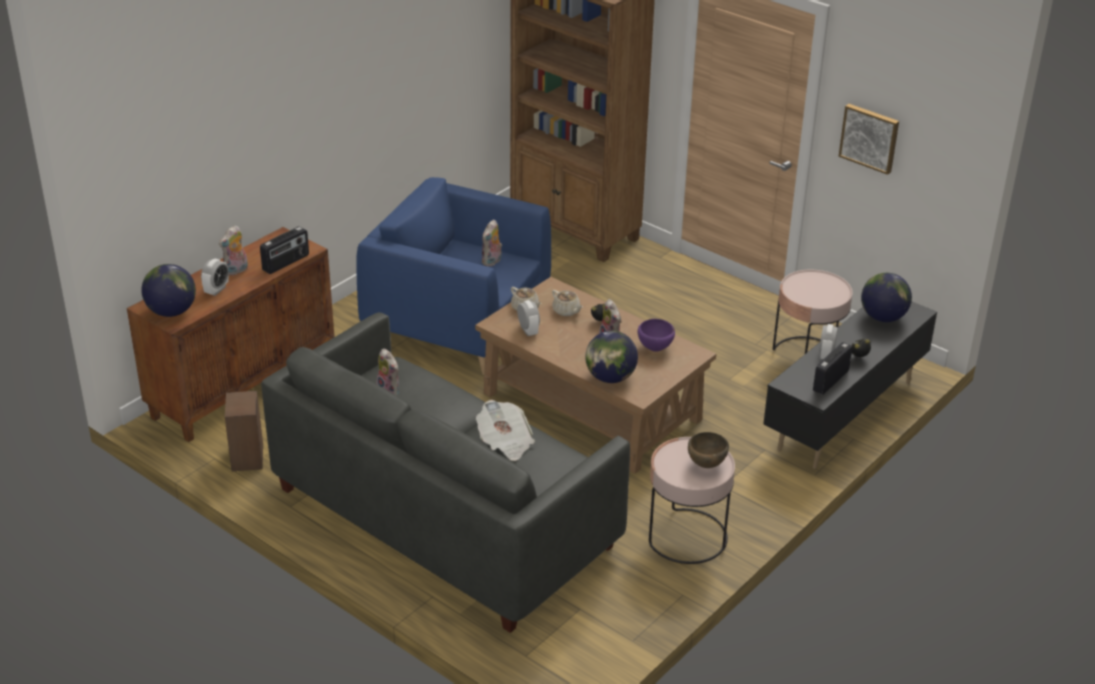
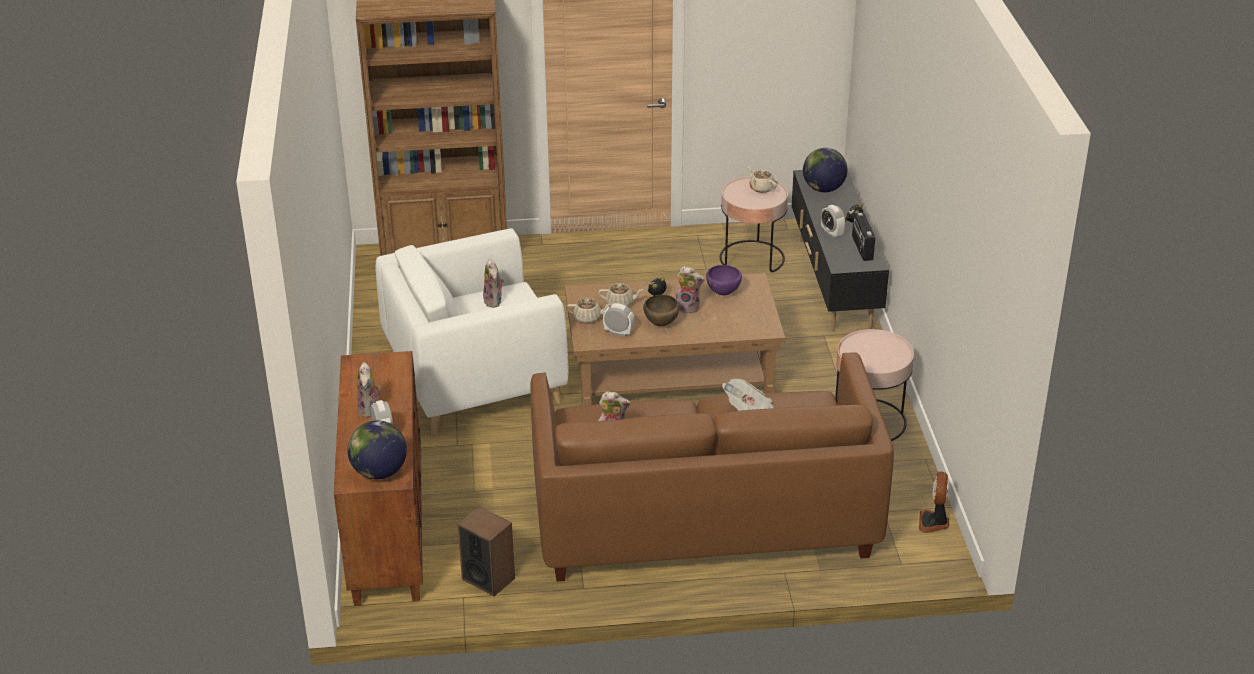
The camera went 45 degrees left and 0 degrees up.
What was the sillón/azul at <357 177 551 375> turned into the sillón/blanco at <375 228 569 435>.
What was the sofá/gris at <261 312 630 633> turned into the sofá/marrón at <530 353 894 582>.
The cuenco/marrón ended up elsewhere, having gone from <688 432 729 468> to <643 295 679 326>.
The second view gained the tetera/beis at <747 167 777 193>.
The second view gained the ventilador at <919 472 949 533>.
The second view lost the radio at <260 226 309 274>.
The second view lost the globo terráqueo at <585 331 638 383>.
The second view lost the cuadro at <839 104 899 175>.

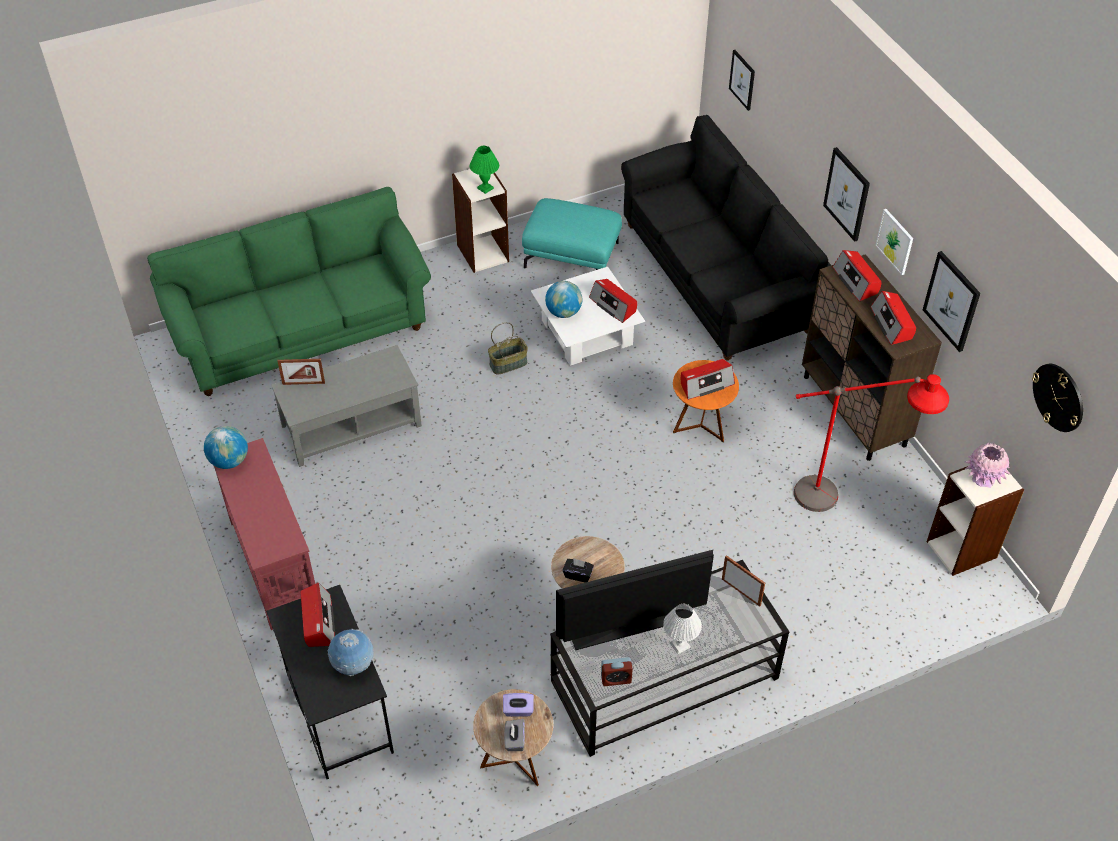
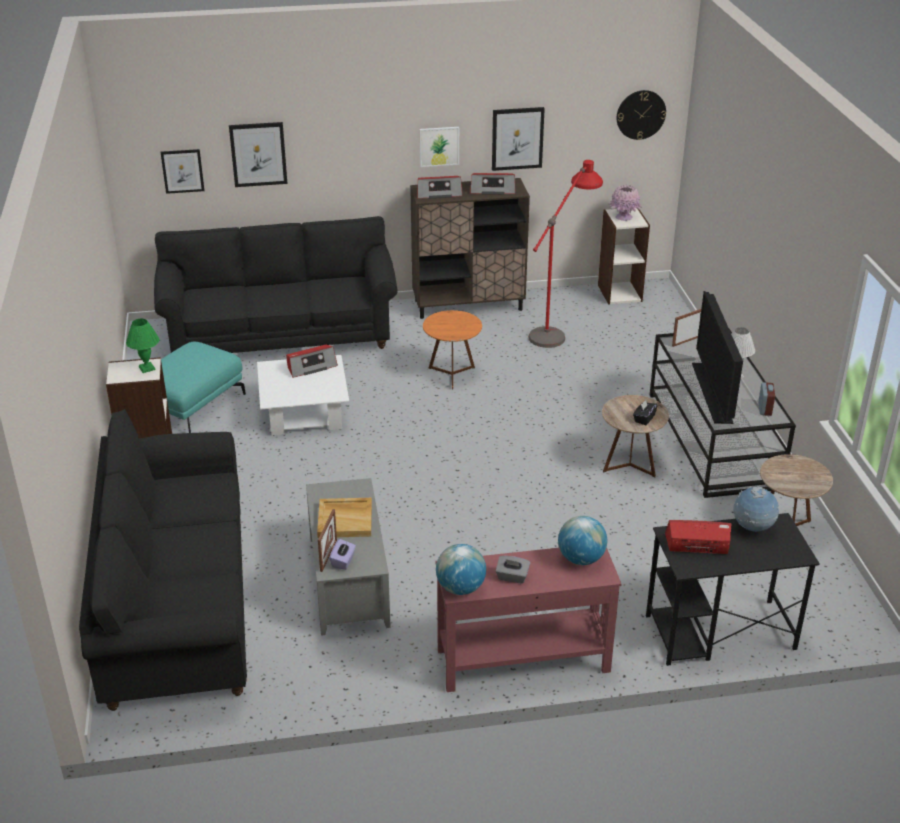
The camera went 75 degrees left and 15 degrees down.
What was the sofá/verde at <147 187 431 396> turned into the sofá/negro at <79 409 247 711>.
The cuadro ended up elsewhere, having gone from <823 147 870 242> to <229 122 287 187>.
The second view gained the bandeja/beis at <317 498 372 538>.
The caja de pañuelos/morado ended up elsewhere, having gone from <503 693 534 717> to <329 539 356 570>.
The caja de pañuelos/gris ended up elsewhere, having gone from <504 719 525 751> to <496 556 530 584>.
The globo terráqueo ended up elsewhere, having gone from <545 281 582 318> to <558 516 607 565>.
The second view lost the cesta at <488 322 528 374>.
The second view lost the radio at <681 359 735 400>.

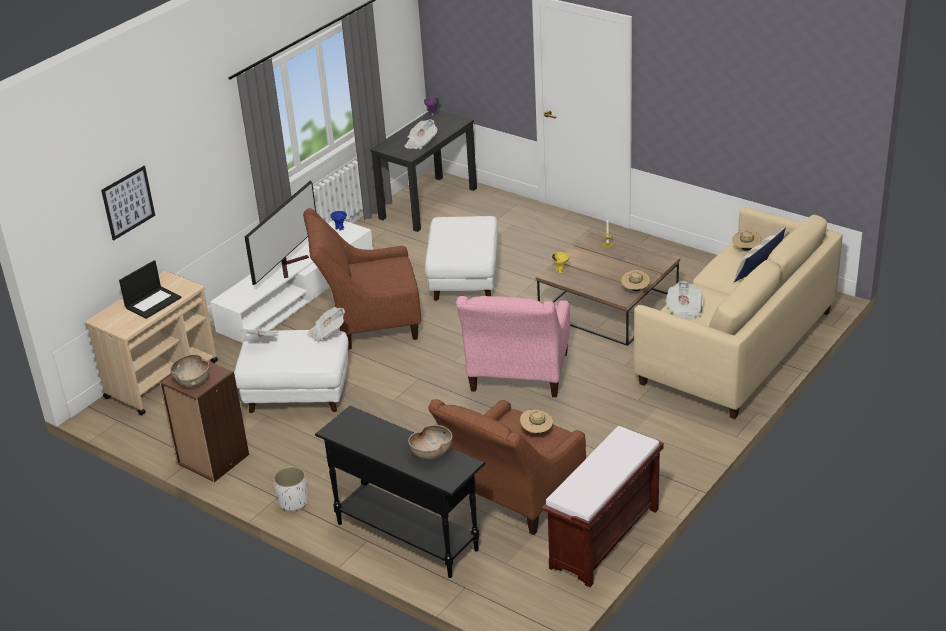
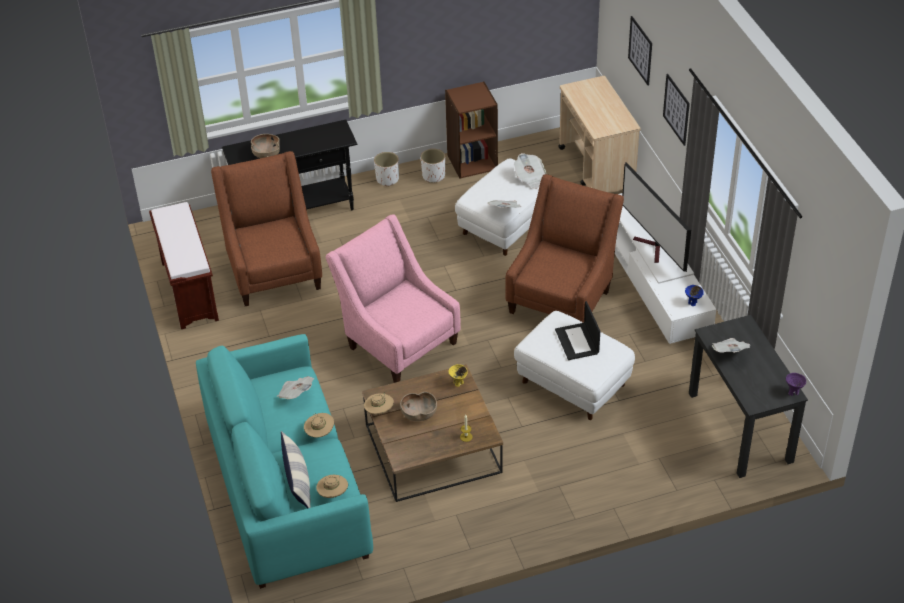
The camera went 125 degrees right and 10 degrees up.
What was the sofá/beis at <633 207 842 419> turned into the sofá/turquesa at <196 334 373 589>.
The sombrero/beis ended up elsewhere, having gone from <520 409 553 433> to <304 413 334 438>.
The cuenco/marrón ended up elsewhere, having gone from <170 354 210 387> to <400 392 437 421>.
The second view gained the maceta/blanco at <421 149 445 183>.
The portátil ended up elsewhere, having gone from <119 260 182 319> to <555 301 600 360>.
The second view gained the cuadro at <663 74 690 146>.

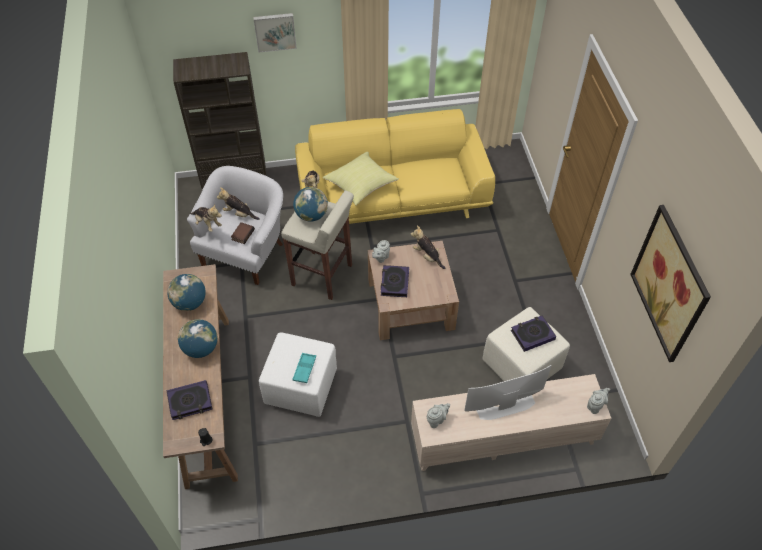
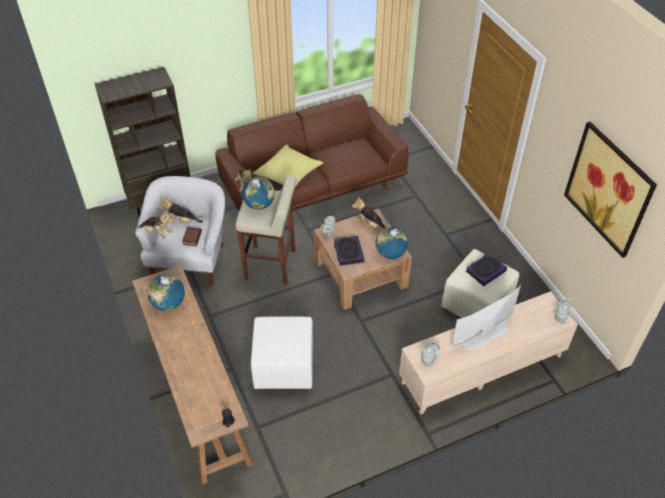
The camera went 15 degrees left and 5 degrees down.
What was the sofá/amarillo at <295 109 495 224> turned into the sofá/marrón at <215 94 408 211>.
The globo terráqueo ended up elsewhere, having gone from <178 319 218 358> to <376 227 408 259>.
The second view lost the libro at <167 380 212 420>.
The second view lost the cuadro at <253 13 297 52>.
The second view lost the bandeja/turquesa at <293 353 316 383>.

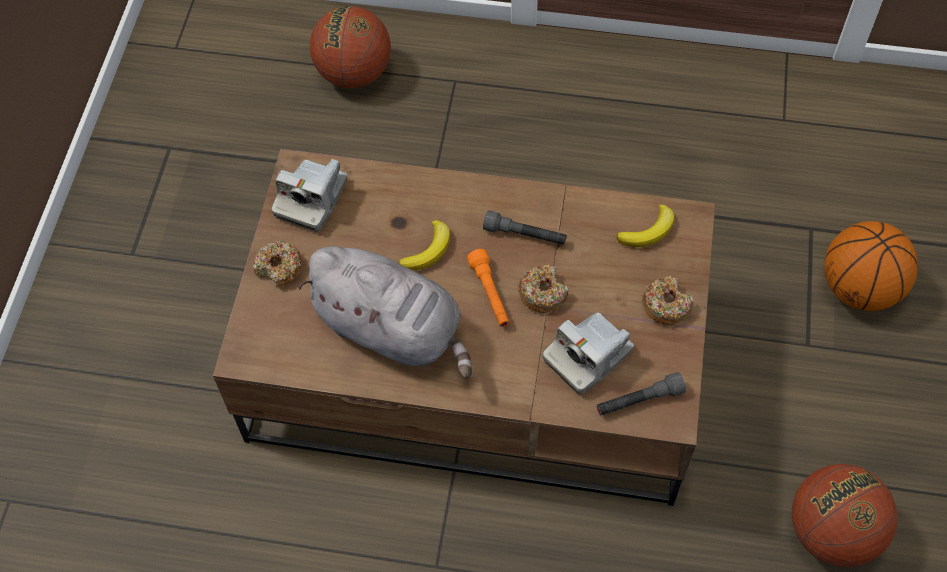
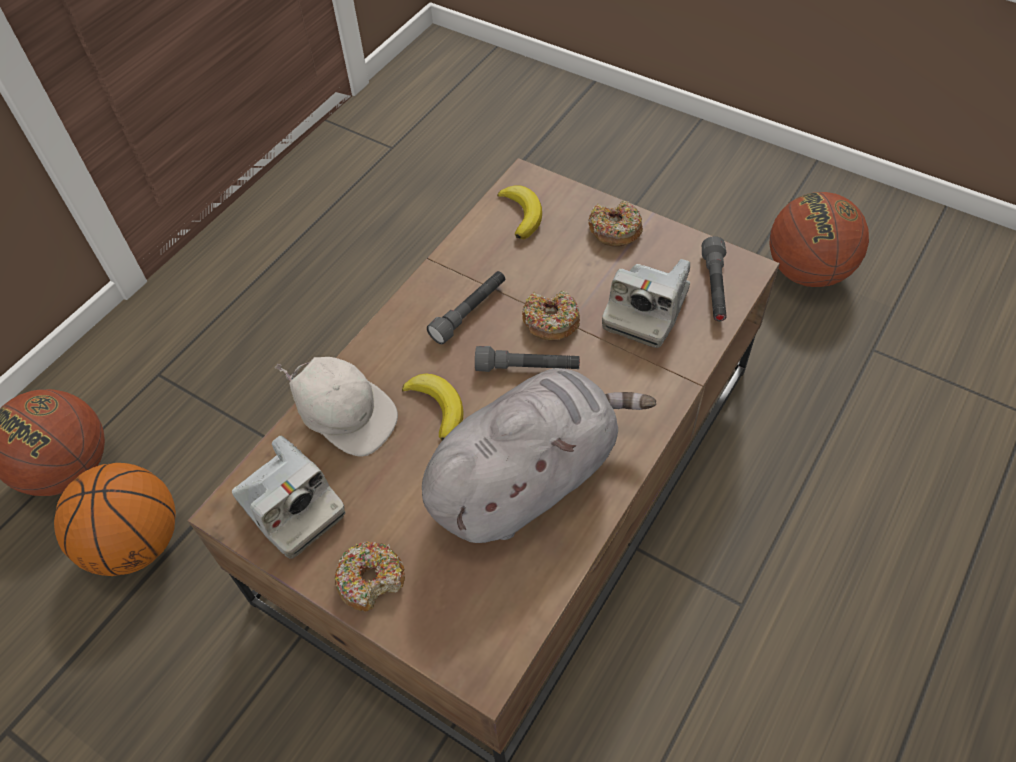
The camera went 65 degrees left and 5 degrees down.
The balón de baloncesto ended up elsewhere, having gone from <824 221 918 311> to <54 463 176 576>.
The second view gained the gorra/blanco at <275 357 398 456>.
What was the linterna/naranja at <467 249 509 327> turned into the linterna/gris at <475 346 580 372>.
The cámara at <543 313 634 395> ended up facing another way, 45 degrees clockwise from before.

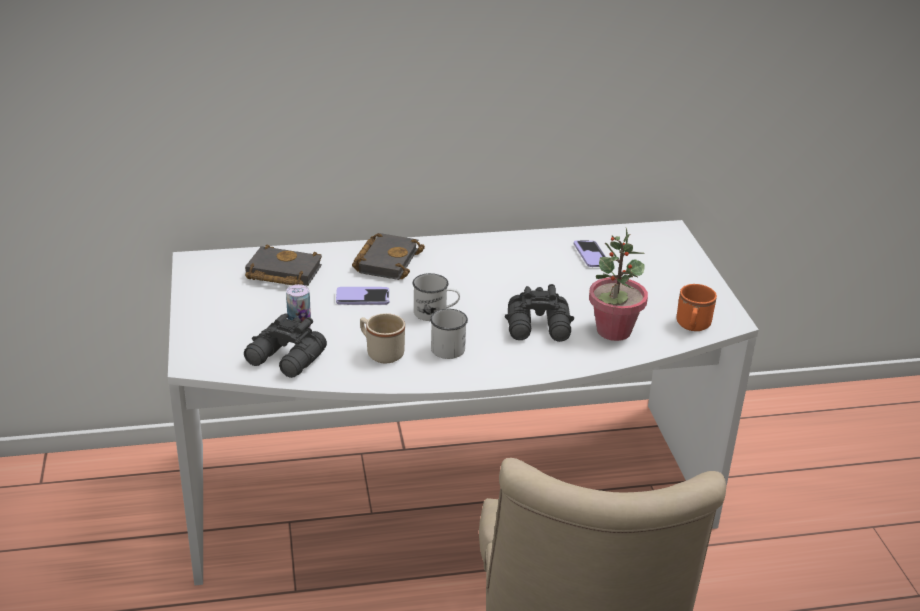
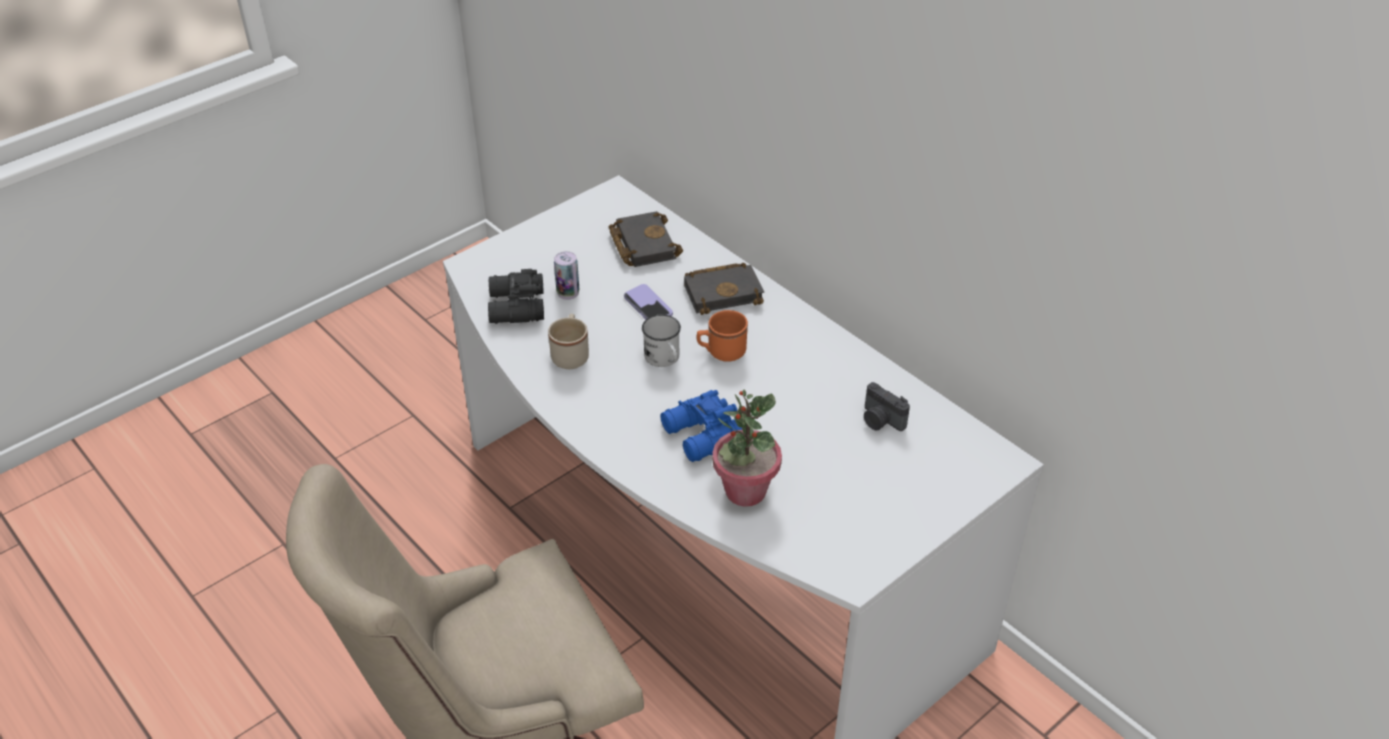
The camera went 60 degrees right and 10 degrees up.
What was the prismáticos/negro at <505 284 574 342> turned into the prismáticos/azul at <660 390 742 462>.
The taza grande/naranja ended up elsewhere, having gone from <677 284 717 331> to <697 310 748 362>.
Where the móvil stood at <574 240 606 267>, the cámara came to stand at <864 382 910 431>.
The second view lost the taza grande/blanco at <430 309 468 359>.

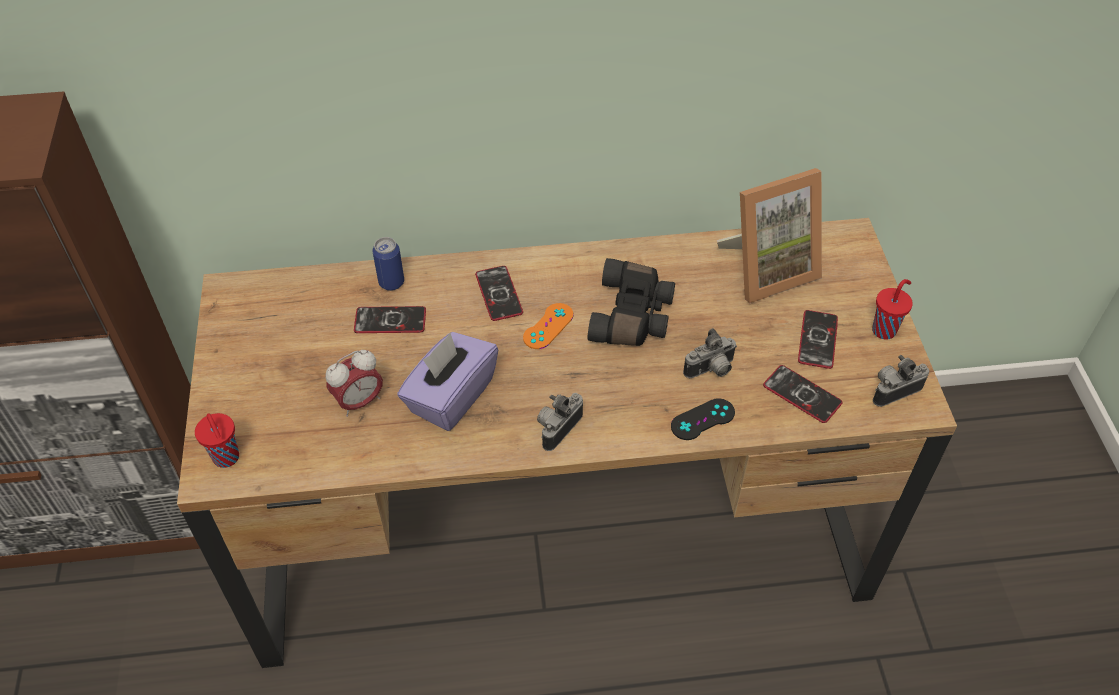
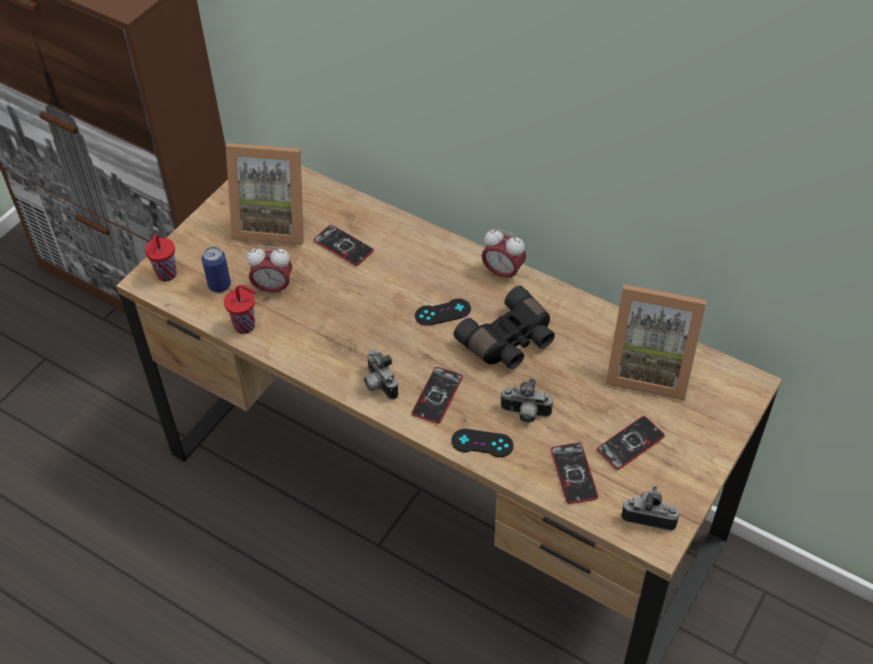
The camera went 40 degrees right and 0 degrees up.
The lata ended up elsewhere, having gone from <372 237 404 291> to <201 246 231 293>.
The taza/rojo ended up elsewhere, having gone from <872 279 913 340> to <224 285 256 334>.
The second view gained the portarretratos at <226 143 304 246>.
The cámara at <537 393 583 451> ended up facing another way, 105 degrees counterclockwise from before.
The móvil ended up elsewhere, having gone from <475 266 523 321> to <412 367 463 424>.
What was the mando de consola/naranja at <523 303 574 349> turned into the mando de consola/negro at <415 299 471 326>.
The second view gained the despertador at <481 229 526 283>.
The second view lost the caja de pañuelos/morado at <397 332 498 431>.

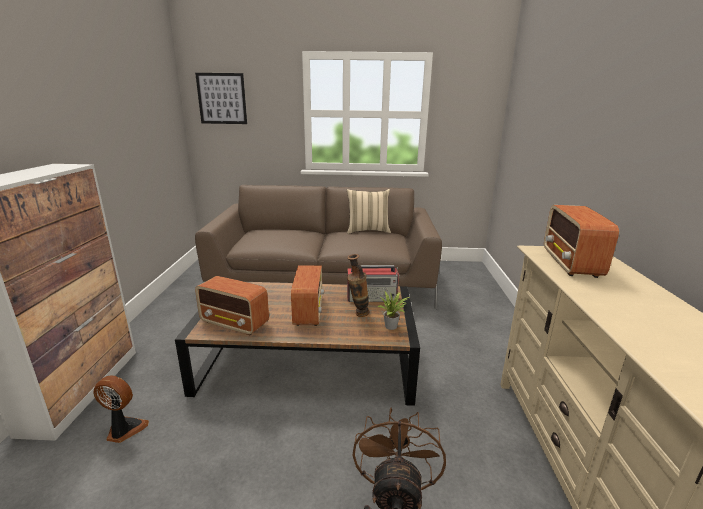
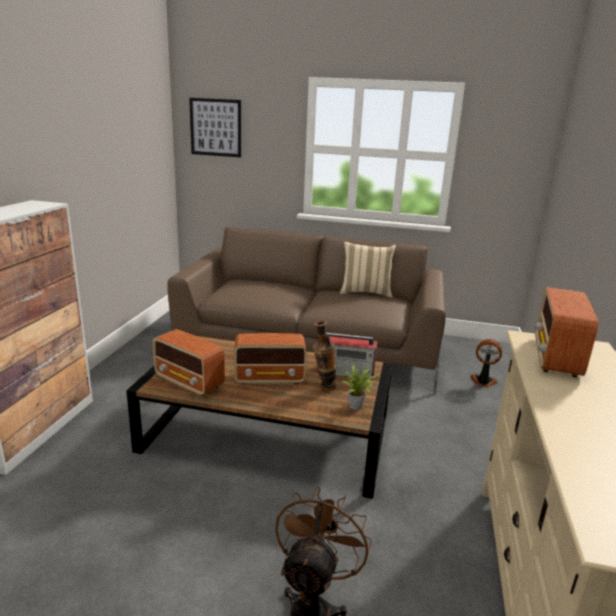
The camera went 10 degrees right and 0 degrees up.
The radio at <291 265 324 326> ended up facing another way, 75 degrees clockwise from before.
The ventilador ended up elsewhere, having gone from <94 376 149 443> to <470 339 502 388>.

